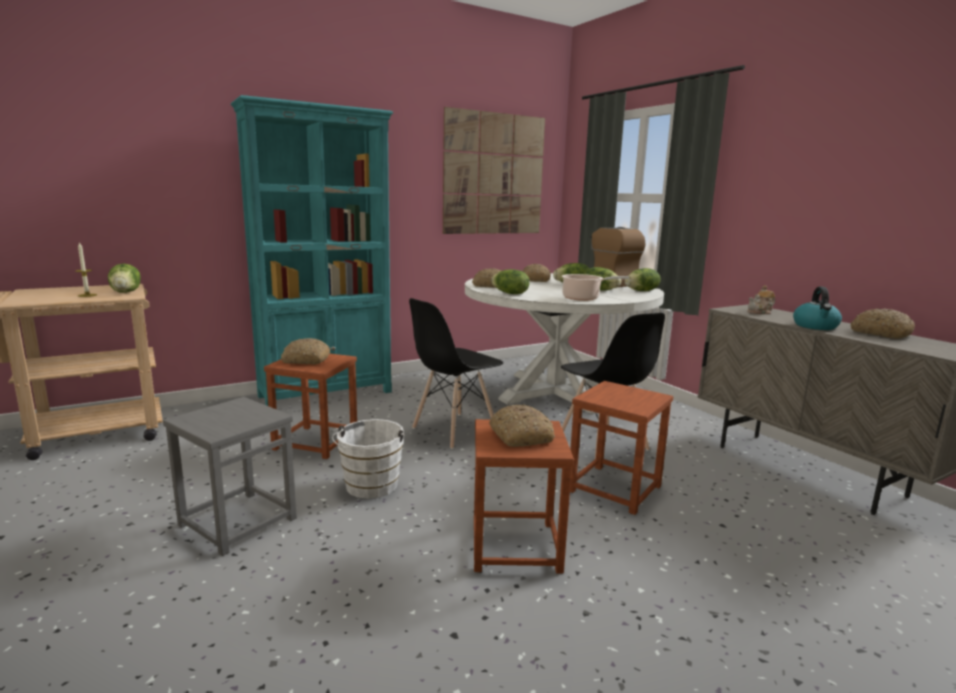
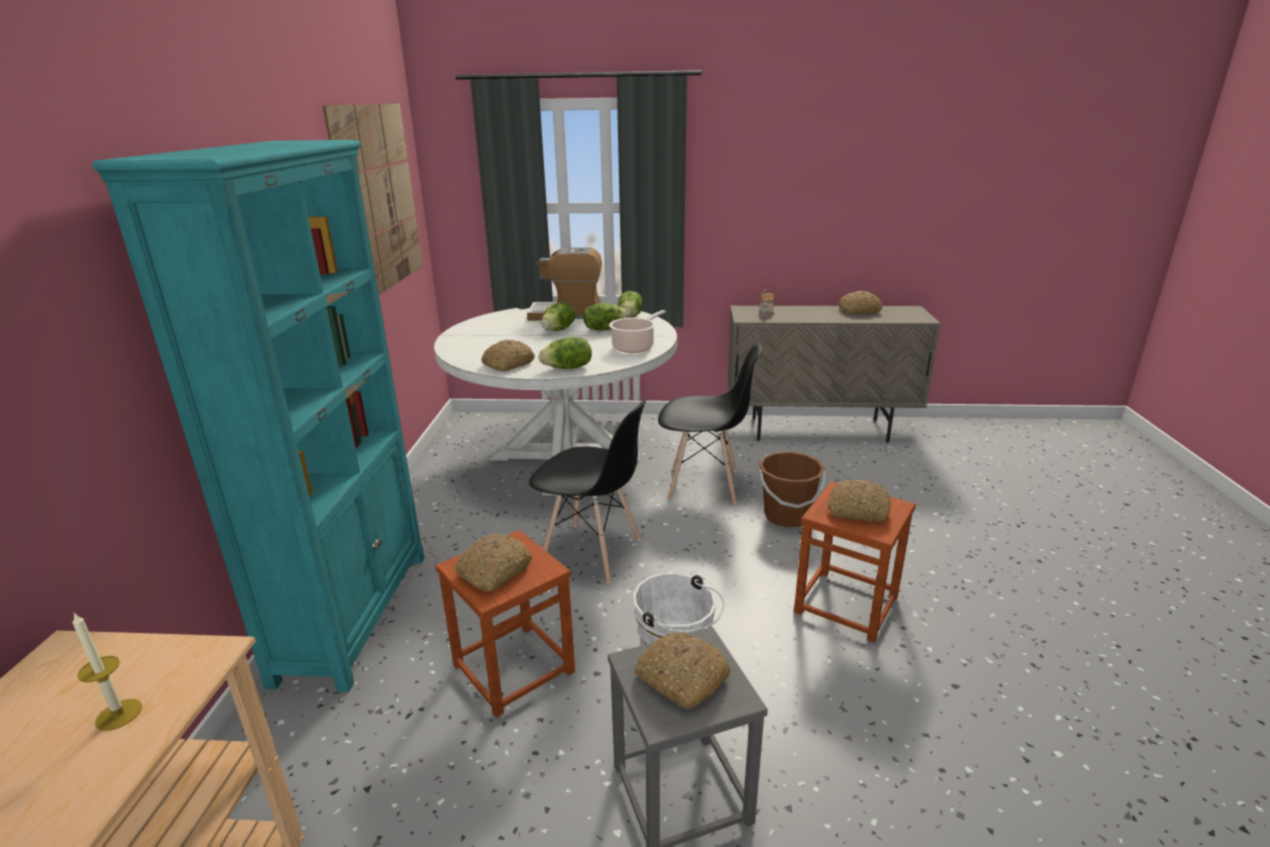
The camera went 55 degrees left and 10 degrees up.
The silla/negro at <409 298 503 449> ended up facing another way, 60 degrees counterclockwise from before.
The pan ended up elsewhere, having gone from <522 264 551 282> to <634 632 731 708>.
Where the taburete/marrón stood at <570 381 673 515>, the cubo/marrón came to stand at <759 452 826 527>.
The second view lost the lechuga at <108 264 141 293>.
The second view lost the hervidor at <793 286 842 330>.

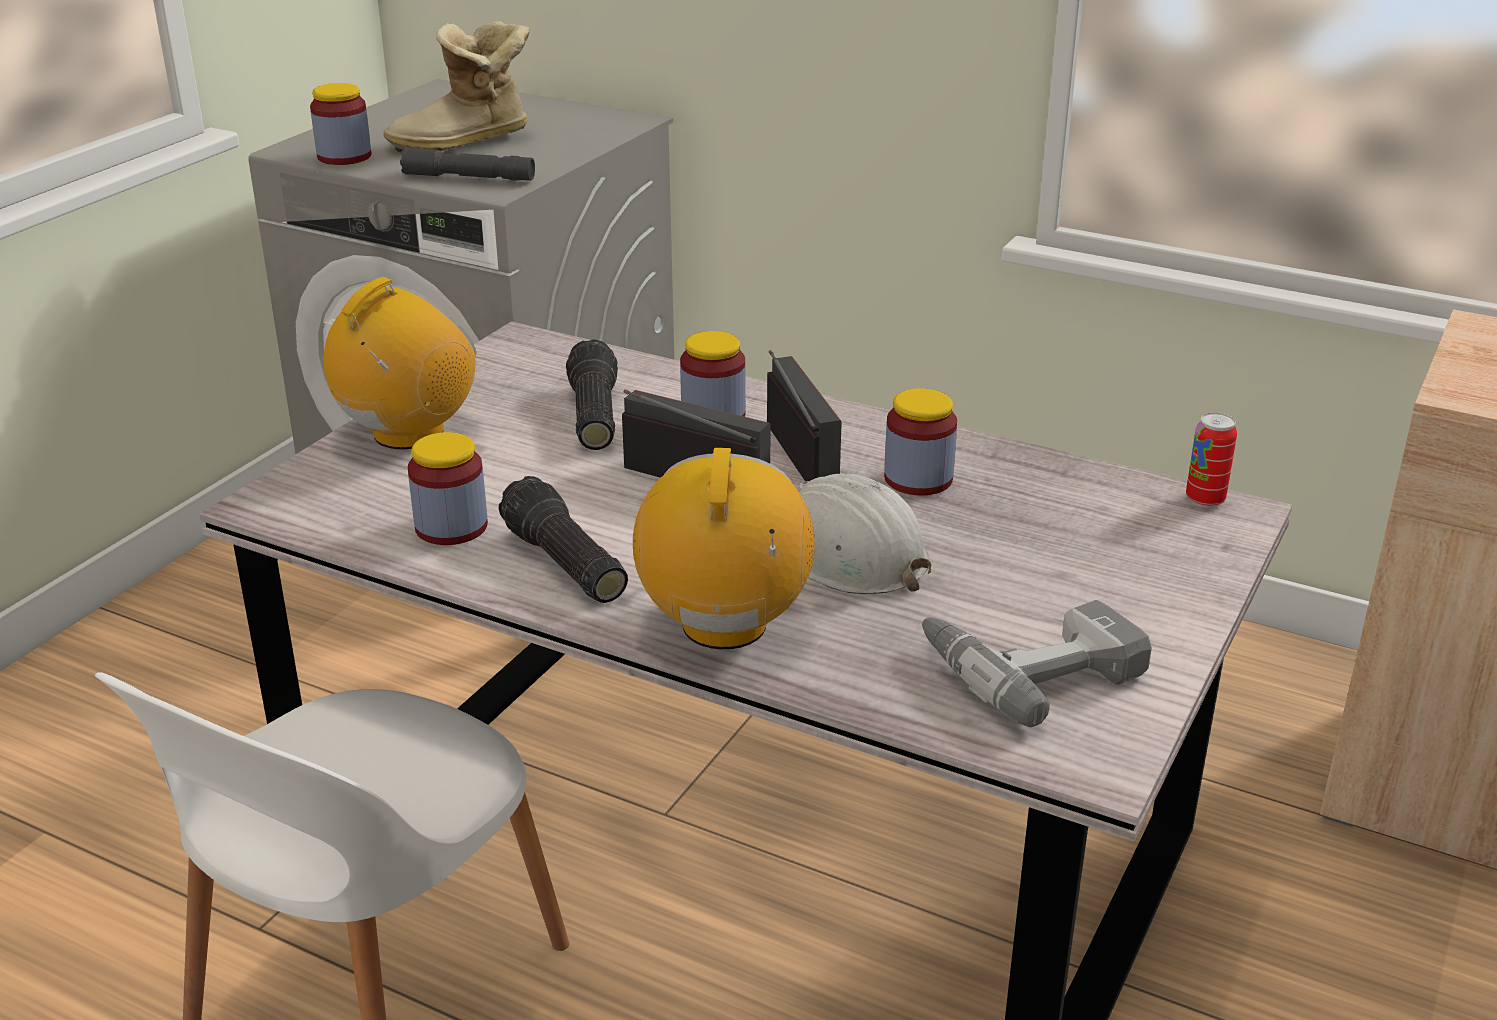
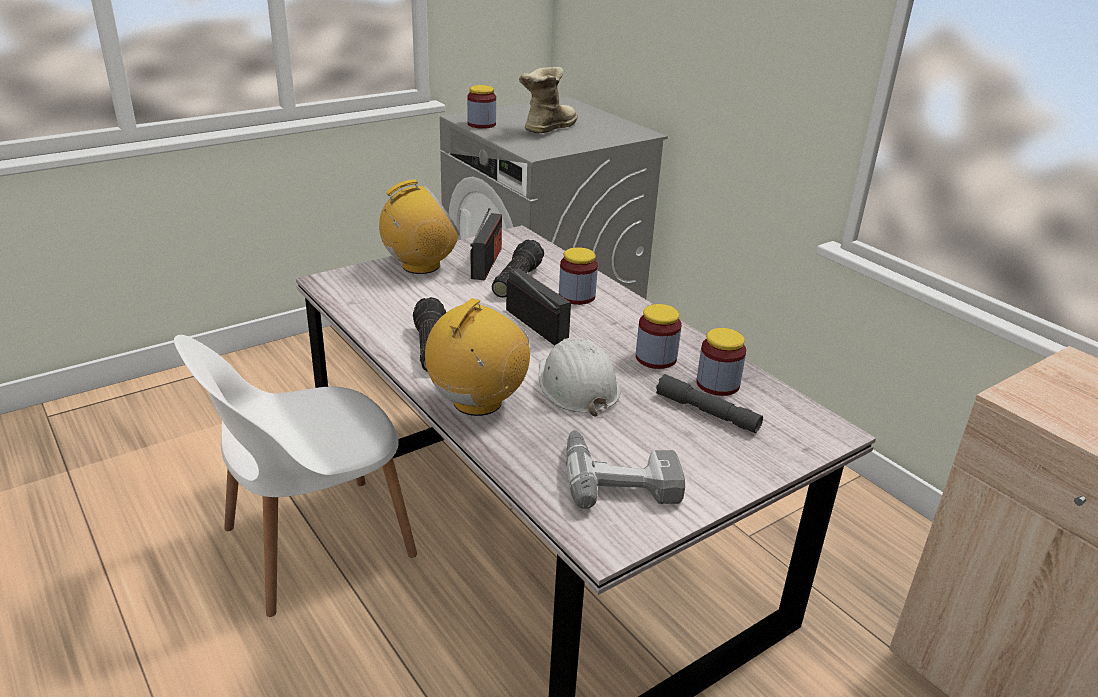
The camera went 25 degrees right and 0 degrees up.
The radio ended up elsewhere, having gone from <767 350 842 481> to <471 208 502 281>.
The bota at <384 21 530 153> ended up facing another way, 120 degrees clockwise from before.
The linterna/gris ended up elsewhere, having gone from <400 147 535 181> to <656 374 763 433>.
The tarro ended up elsewhere, having gone from <408 432 488 545> to <696 328 746 396>.
The second view lost the lata at <1186 412 1237 507>.

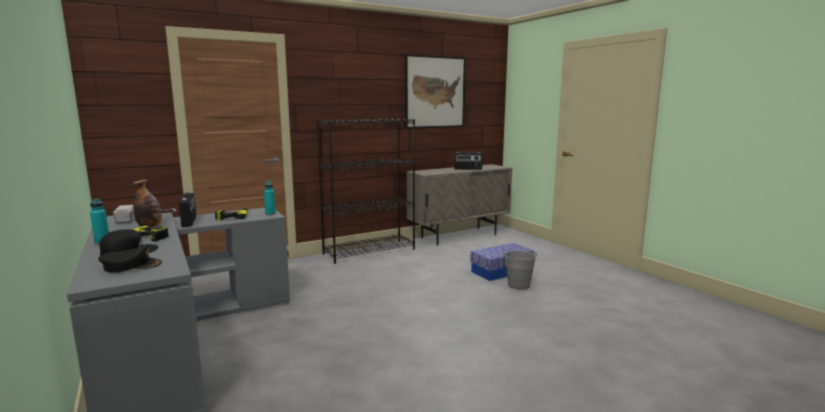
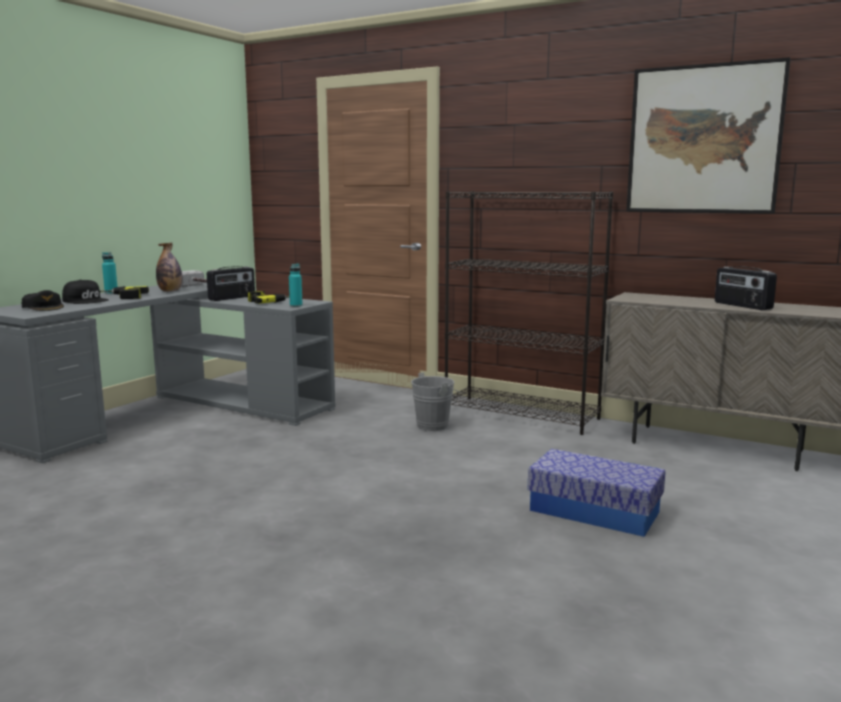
The camera went 60 degrees right and 0 degrees up.
The cubo/gris ended up elsewhere, having gone from <504 250 537 290> to <411 372 461 432>.

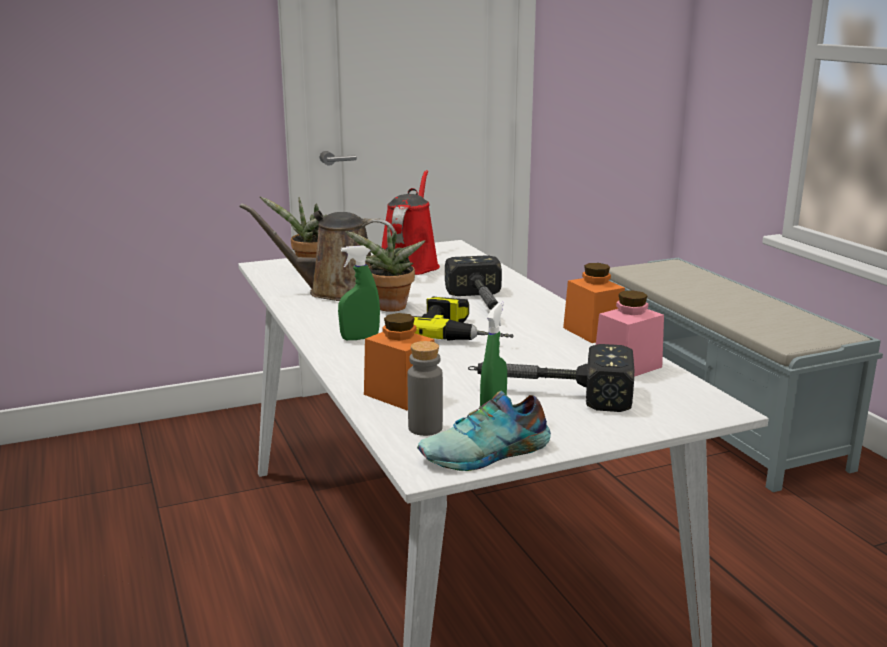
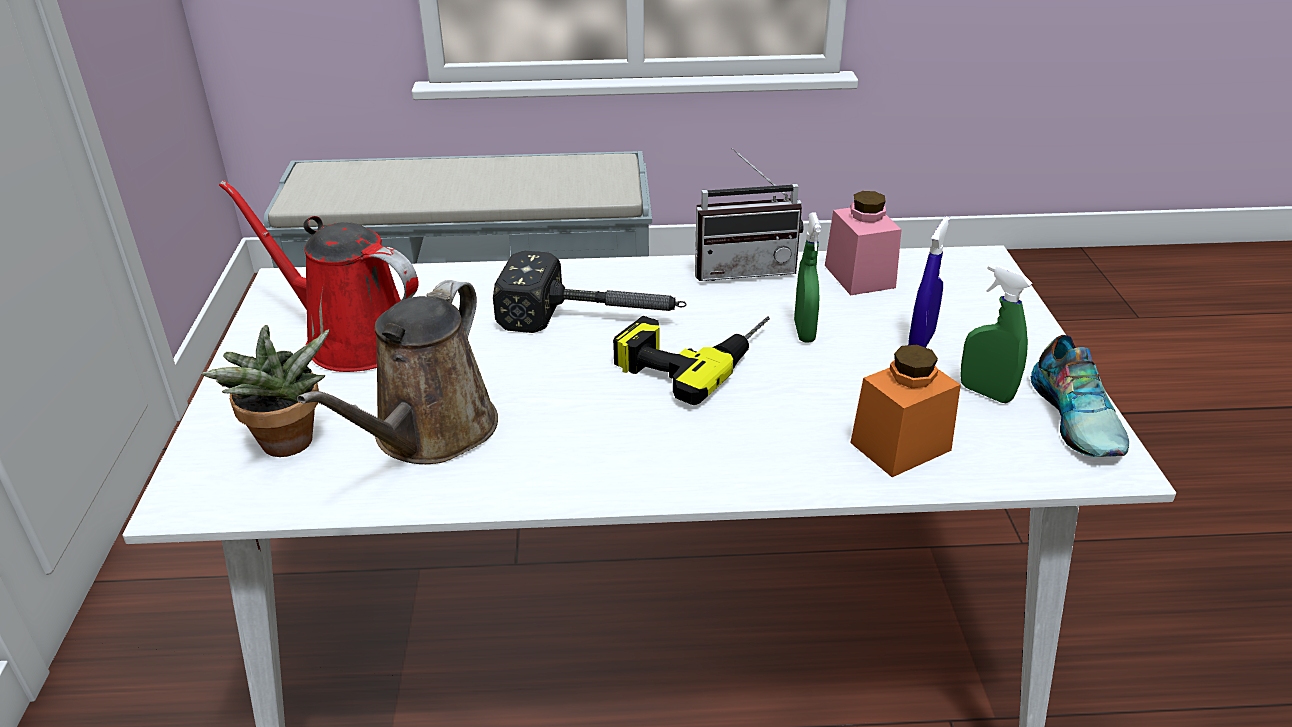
The camera went 70 degrees left and 15 degrees up.
Where the tarro/naranja stood at <563 263 625 343>, the radio came to stand at <695 148 803 281>.
The pulverizador/verde ended up elsewhere, having gone from <338 245 380 340> to <794 212 821 342>.
Where the martillo stood at <468 344 634 412>, the pulverizador/azul came to stand at <908 216 950 348>.
The second view lost the planta en maceta at <345 225 425 312>.
The second view lost the botella/gris at <408 341 443 436>.

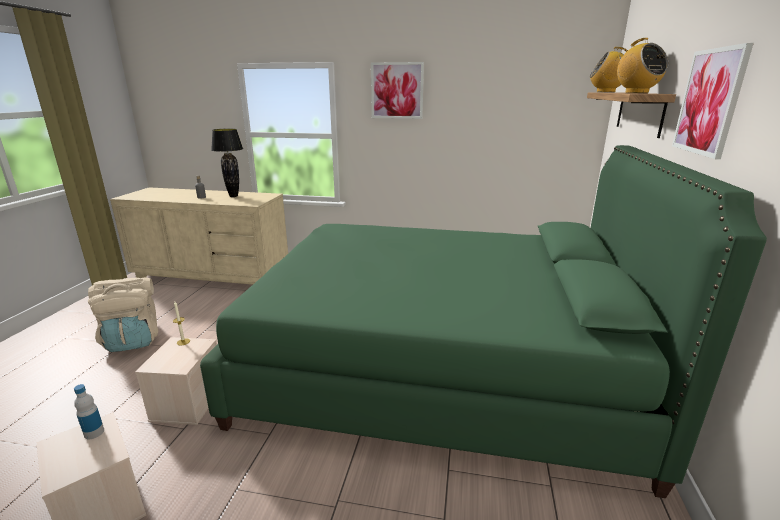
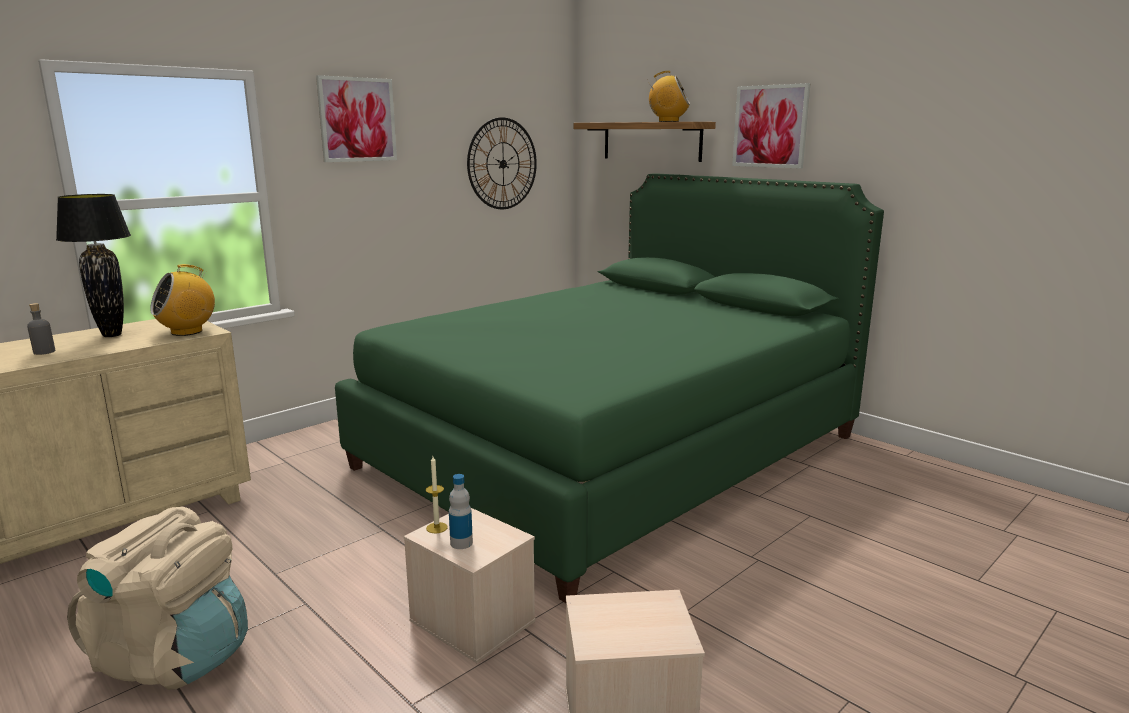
The camera went 55 degrees left and 5 degrees down.
The radio ended up elsewhere, having gone from <590 47 628 92> to <150 264 215 336>.
The botella ended up elsewhere, having gone from <74 384 104 439> to <449 474 473 549>.
The second view gained the reloj de pared at <467 117 537 209>.

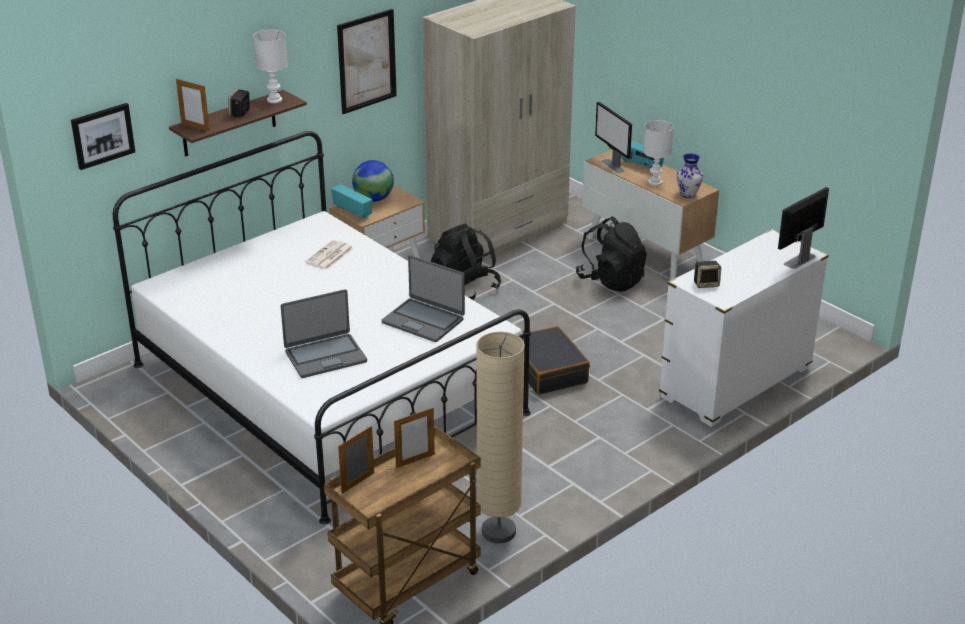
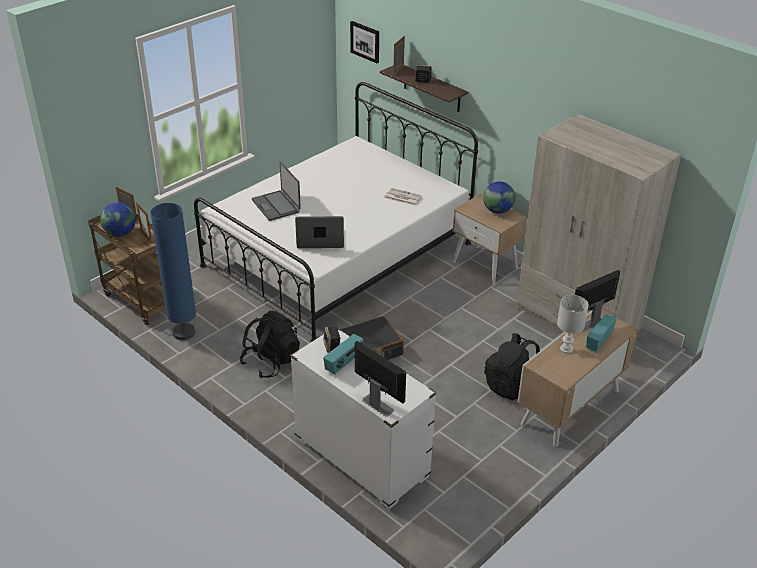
The camera went 85 degrees right and 5 degrees up.
The second view gained the globo terráqueo at <100 203 136 237>.
What was the lámpara de pie/beis at <476 332 525 543> turned into the lámpara de pie/azul at <150 203 196 340>.
The mochila/negro ended up elsewhere, having gone from <431 223 501 300> to <240 311 300 378>.
The portátil at <382 255 465 342> ended up facing another way, 60 degrees clockwise from before.
The radio ended up elsewhere, having gone from <331 184 372 219> to <323 334 364 375>.
The second view lost the lámpara de mesa/blanco at <253 30 288 103>.
The second view lost the cuadro at <337 9 397 114>.
The second view lost the florero at <677 153 703 198>.

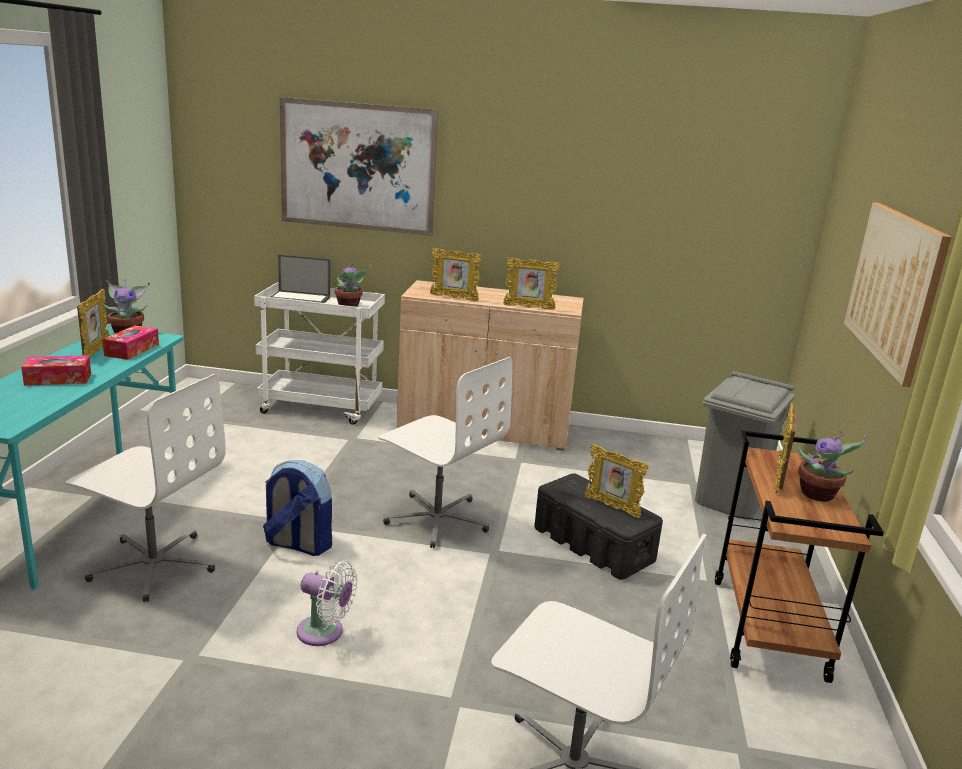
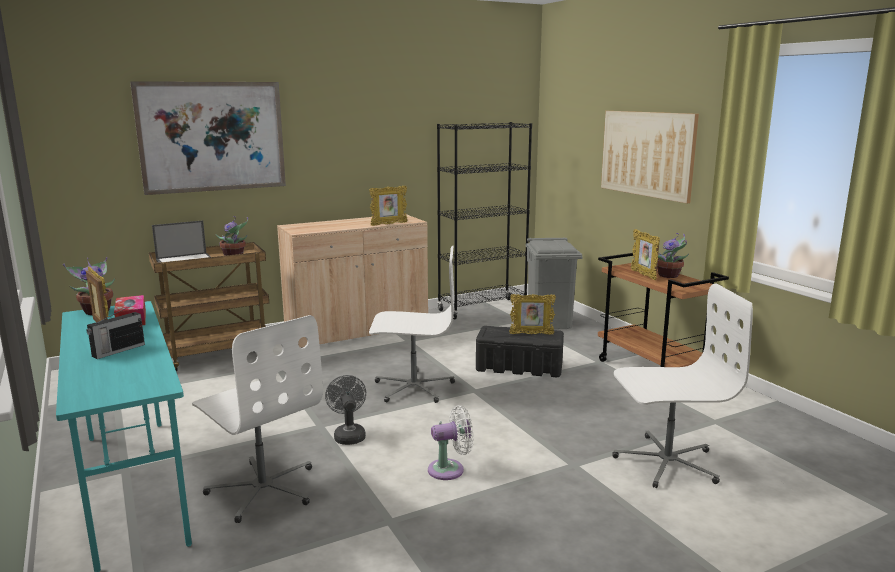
The camera went 35 degrees left and 5 degrees down.
Where the caja de pañuelos stood at <21 355 91 386>, the radio came to stand at <87 307 145 359>.
What was the carrito/blanco at <254 283 385 425> turned into the carrito/marrón at <149 242 269 372>.
The silla de oficina/blanco at <65 374 226 602> ended up facing another way, 60 degrees clockwise from before.
Where the mochila stood at <263 460 332 556>, the ventilador/gris came to stand at <325 375 366 445>.
The second view gained the estantería/negro at <437 122 532 319>.
The second view lost the portarretratos at <430 248 482 301>.

